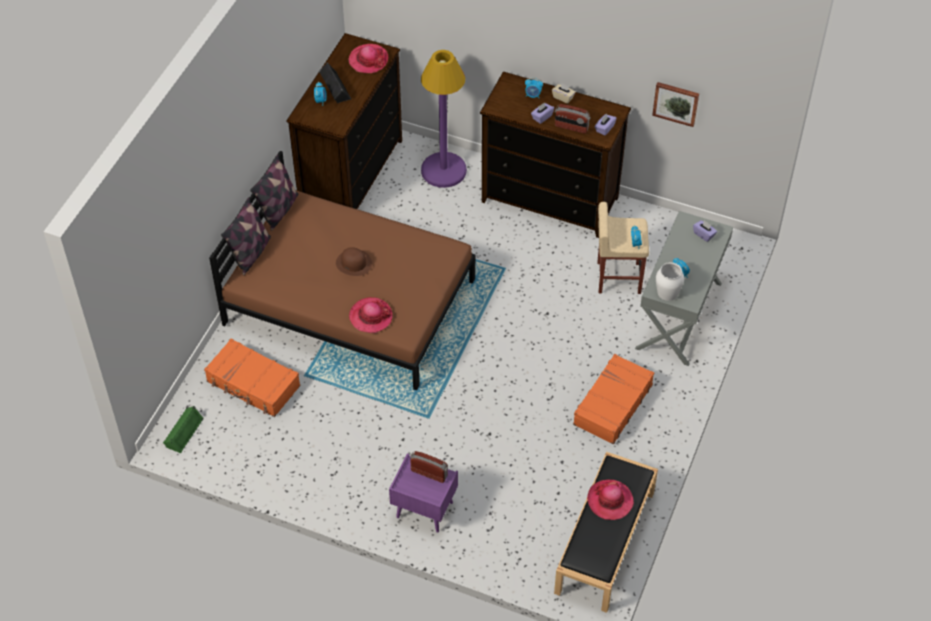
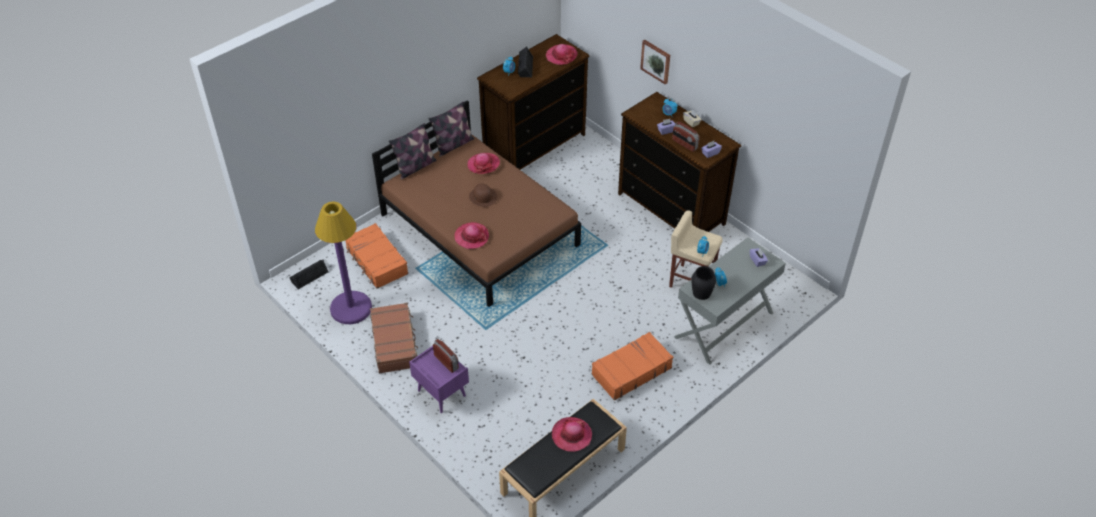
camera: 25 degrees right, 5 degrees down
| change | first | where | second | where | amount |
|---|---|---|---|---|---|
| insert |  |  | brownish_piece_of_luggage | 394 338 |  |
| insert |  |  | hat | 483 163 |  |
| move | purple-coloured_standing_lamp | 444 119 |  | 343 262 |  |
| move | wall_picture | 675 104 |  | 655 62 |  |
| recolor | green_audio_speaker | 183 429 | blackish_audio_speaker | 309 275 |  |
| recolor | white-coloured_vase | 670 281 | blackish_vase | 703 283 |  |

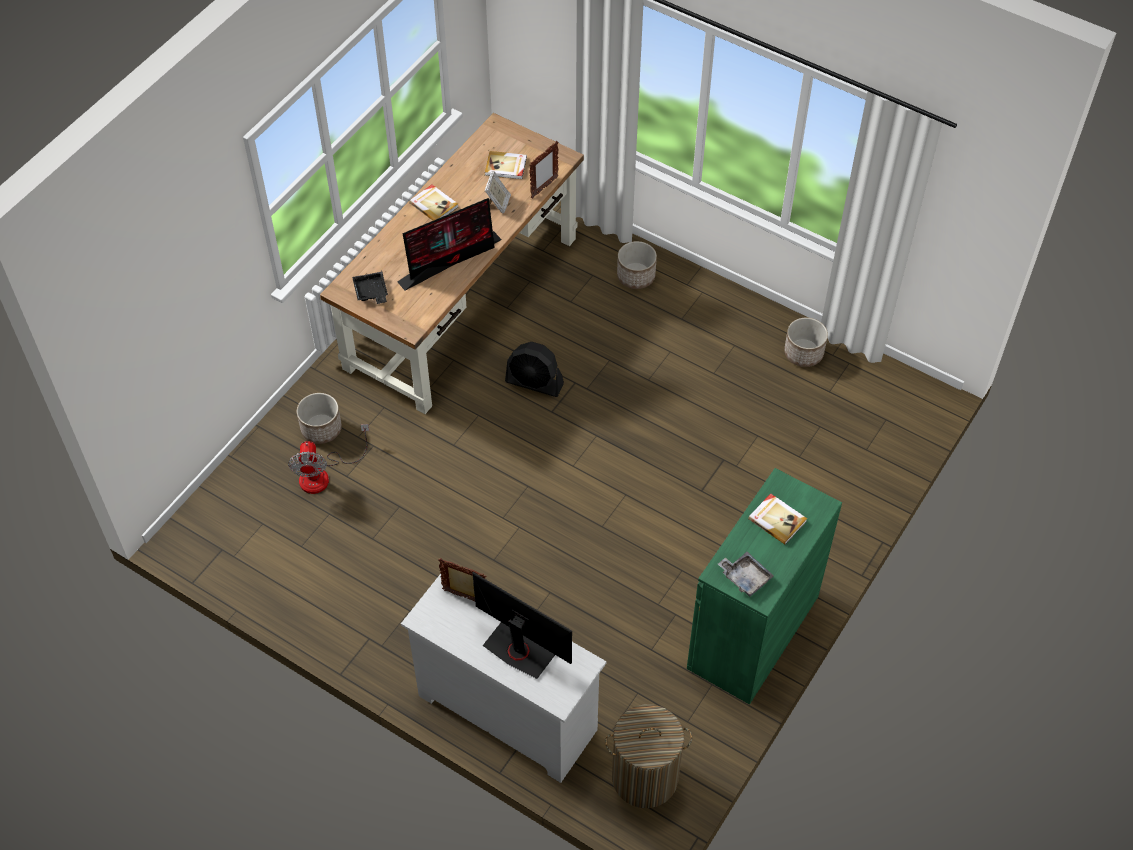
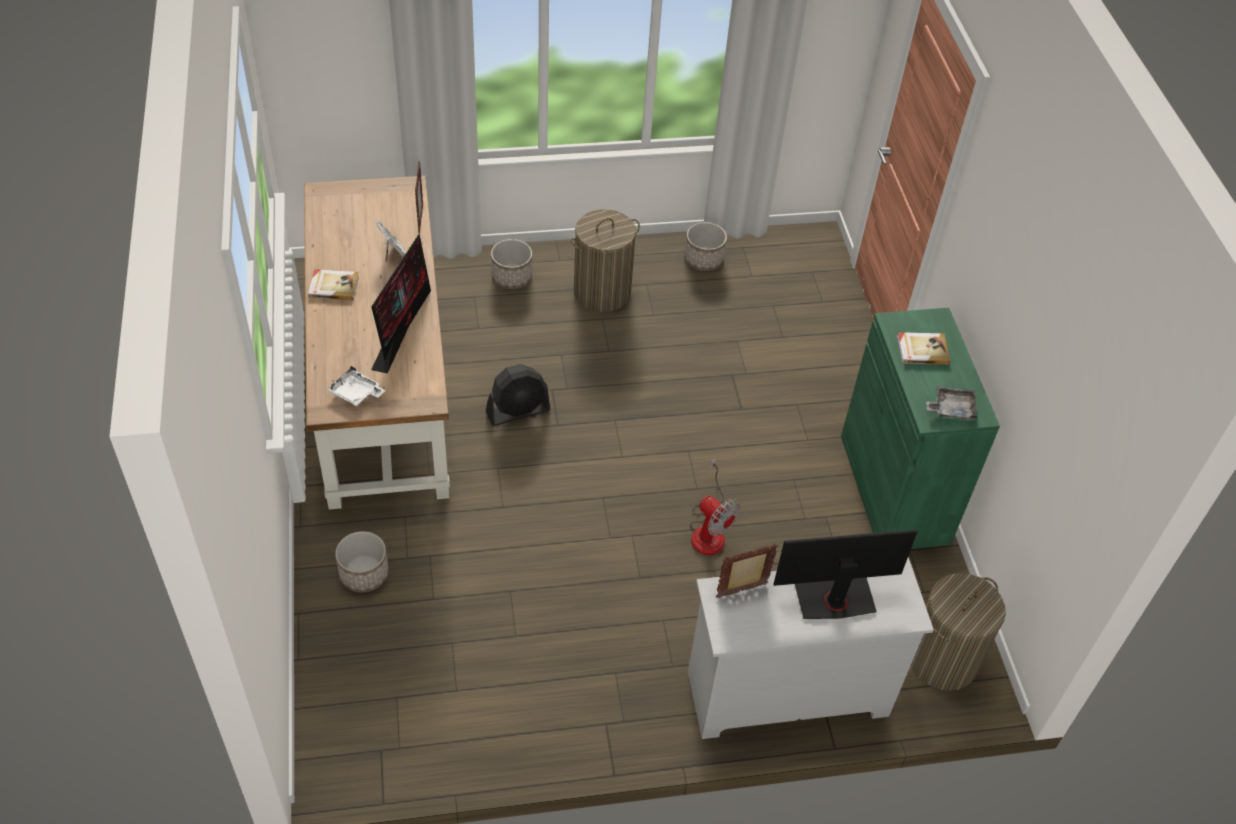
camera: 45 degrees left, 5 degrees down
| change | first | where | second | where | amount |
|---|---|---|---|---|---|
| delete | bound_book | 506 165 |  |  |  |
| insert |  |  | washing_basket | 605 260 |  |
| move | fan | 328 459 |  | 714 506 |  |
| recolor | blackish_tray | 370 287 | white-coloured_tray | 356 385 |  |

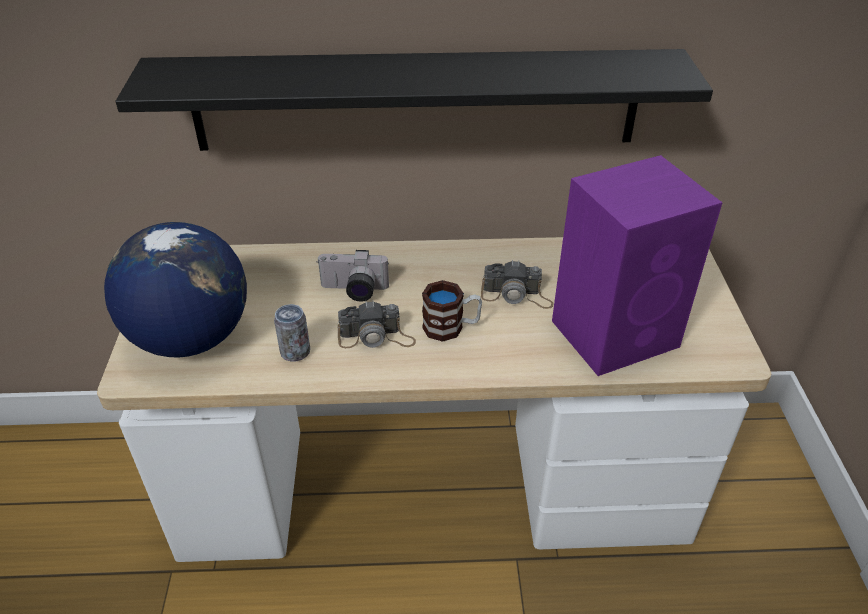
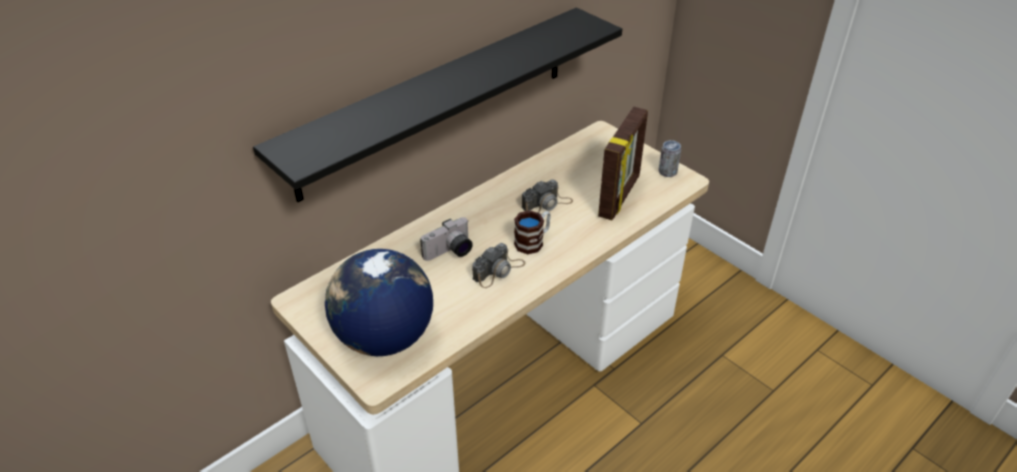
camera: 40 degrees left, 0 degrees up
| change | first | where | second | where | amount |
|---|---|---|---|---|---|
| move | sealed_can | 292 332 |  | 669 158 |  |
| replace | purple-coloured_audio_speaker | 637 265 | standing_frame | 623 163 |  |

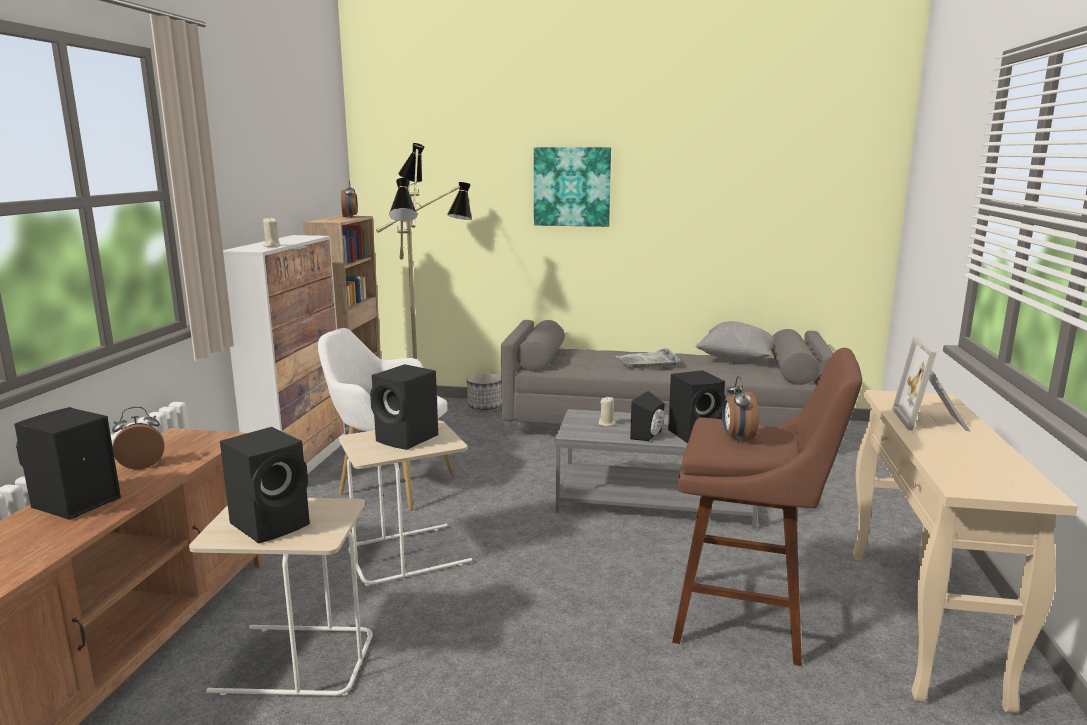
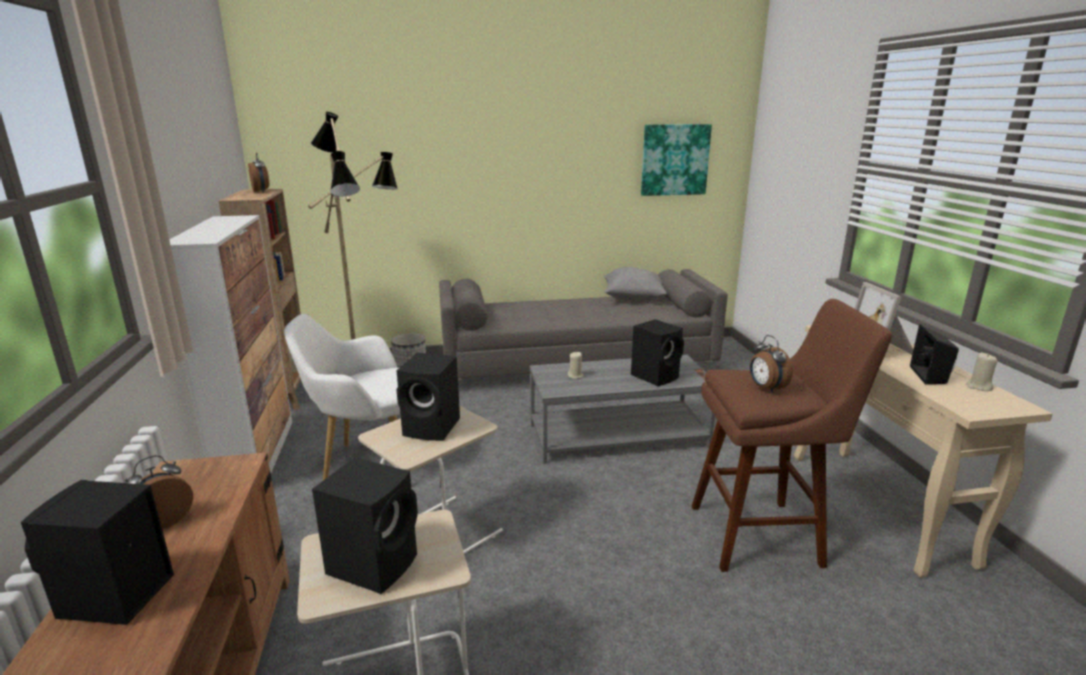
camera: 20 degrees left, 5 degrees up
| change | first | where | second | where | amount |
|---|---|---|---|---|---|
| delete | greyish_tray | 647 358 |  |  |  |
| move | beige_wax_light | 272 232 |  | 982 372 |  |
| move | wall_picture | 572 187 |  | 676 160 |  |
| move | blackish_audio_speaker | 647 416 |  | 934 354 |  |

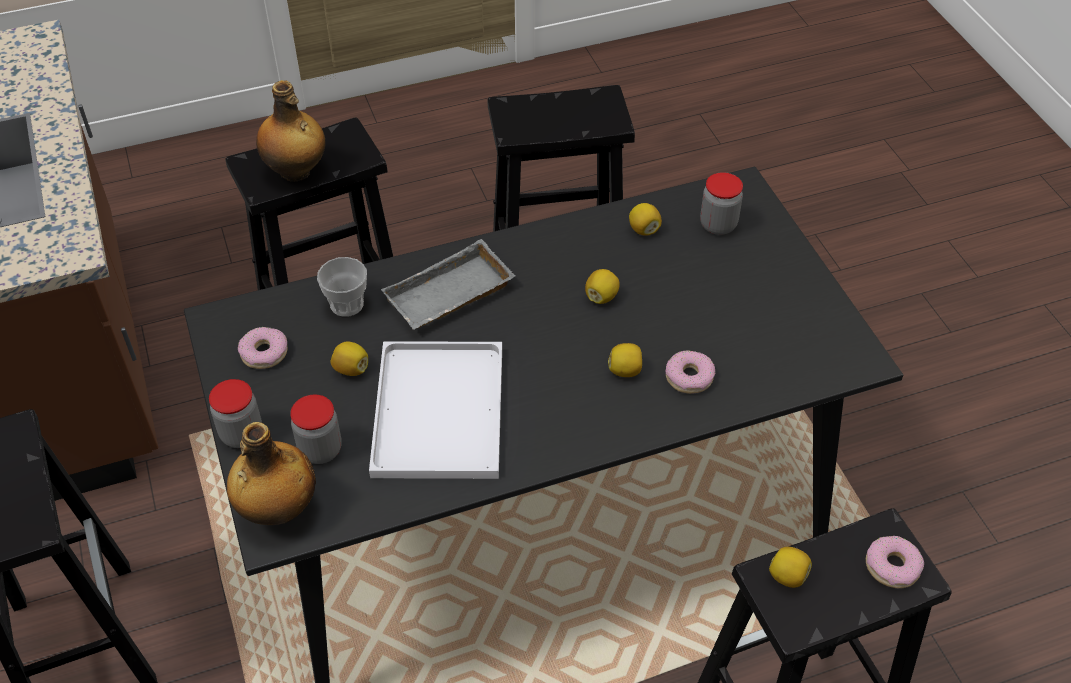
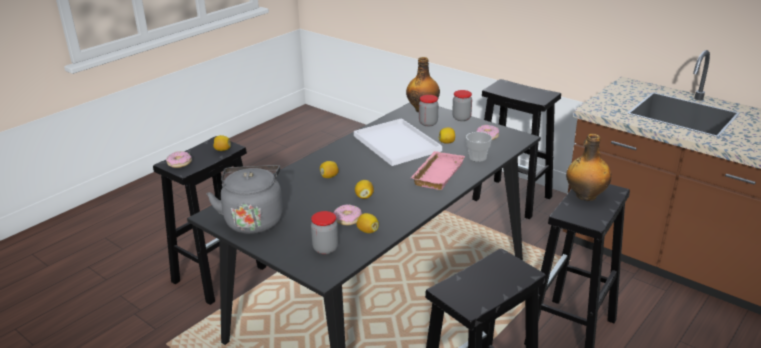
camera: 150 degrees right, 20 degrees down
| change | first | where | second | where | amount |
|---|---|---|---|---|---|
| insert |  |  | greyish_kettle | 245 199 |  |
| move | donut | 690 372 |  | 347 214 |  |
| recolor | greyish_tray | 448 284 | pink-coloured_tray | 438 170 |  |

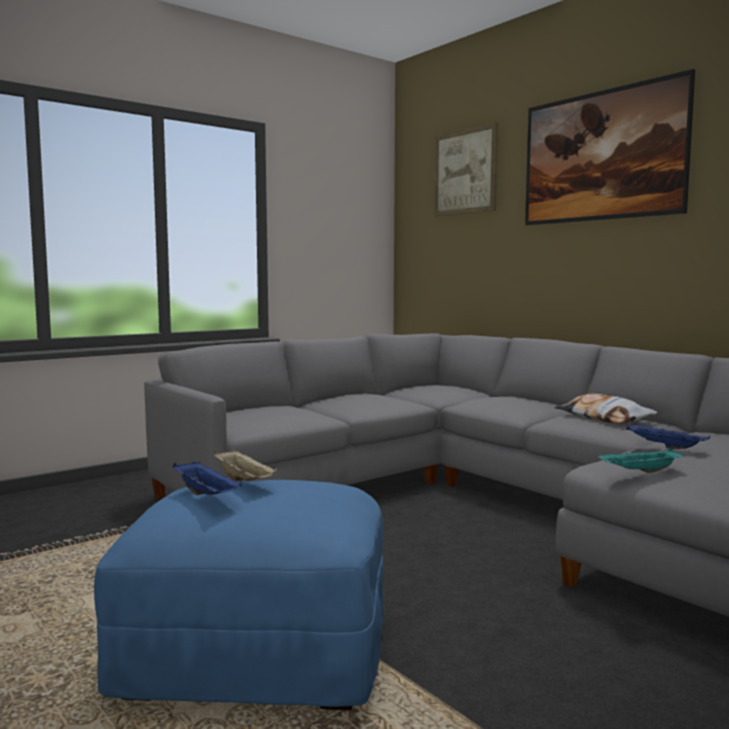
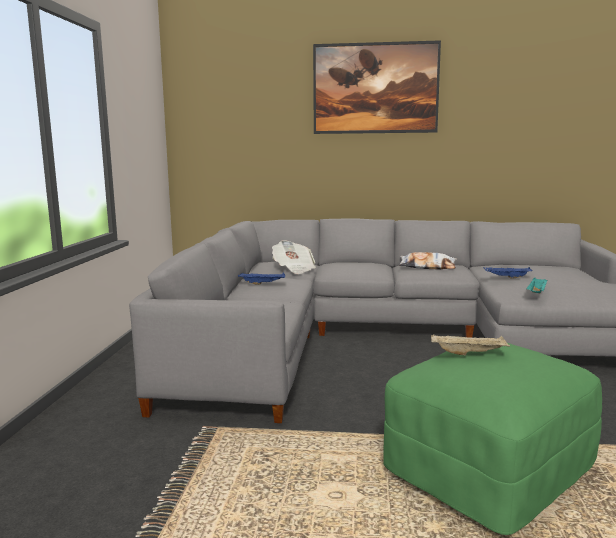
camera: 45 degrees left, 5 degrees up
| change | first | where | second | where | amount |
|---|---|---|---|---|---|
| delete | wall_picture | 466 169 |  |  |  |
| insert |  |  | printed_paper | 294 257 |  |
| move | blue-coloured_tray | 207 478 |  | 261 279 |  |
| recolor | blue-coloured_ottoman | 239 595 | green_ottoman | 492 439 |  |

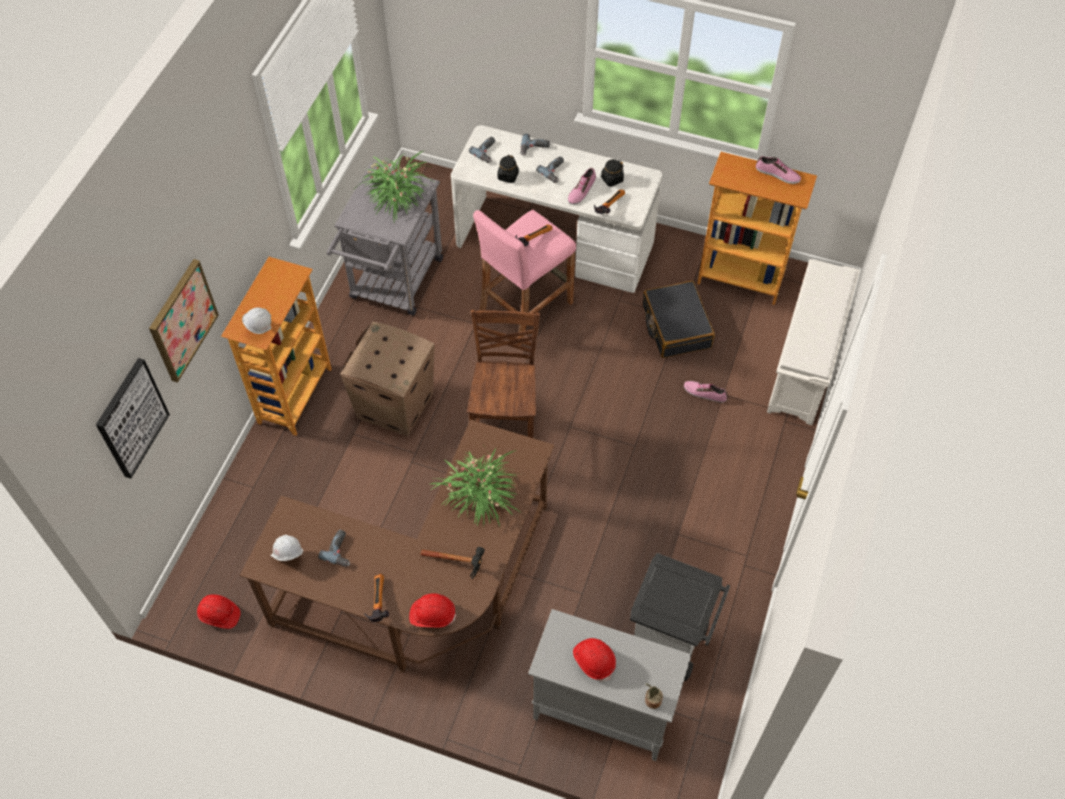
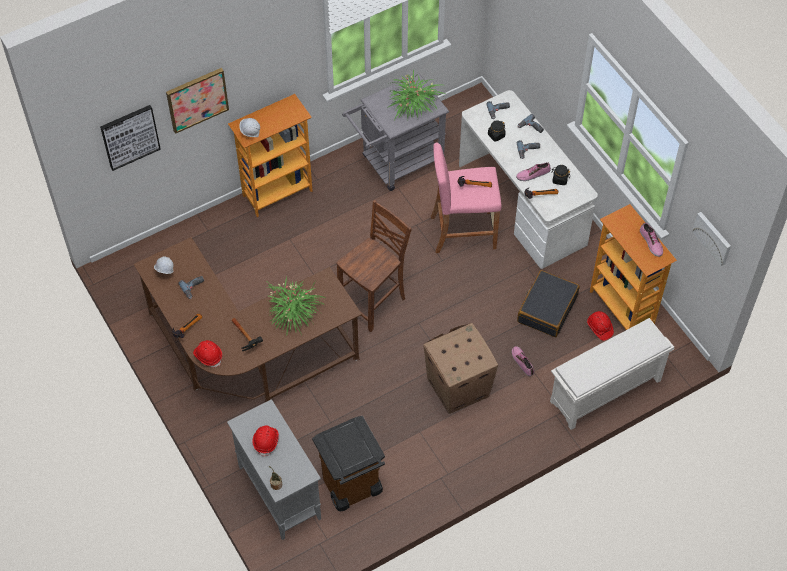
camera: 40 degrees right, 0 degrees up
| change | first | where | second | where | amount |
|---|---|---|---|---|---|
| insert |  |  | wall_picture | 711 239 |  |
| move | red_hard_hat | 218 611 |  | 600 325 |  |
| move | packing_box | 387 378 |  | 460 368 |  |
| recolor | greyish_waste_bin | 680 617 | brownish_waste_bin | 348 464 |  |

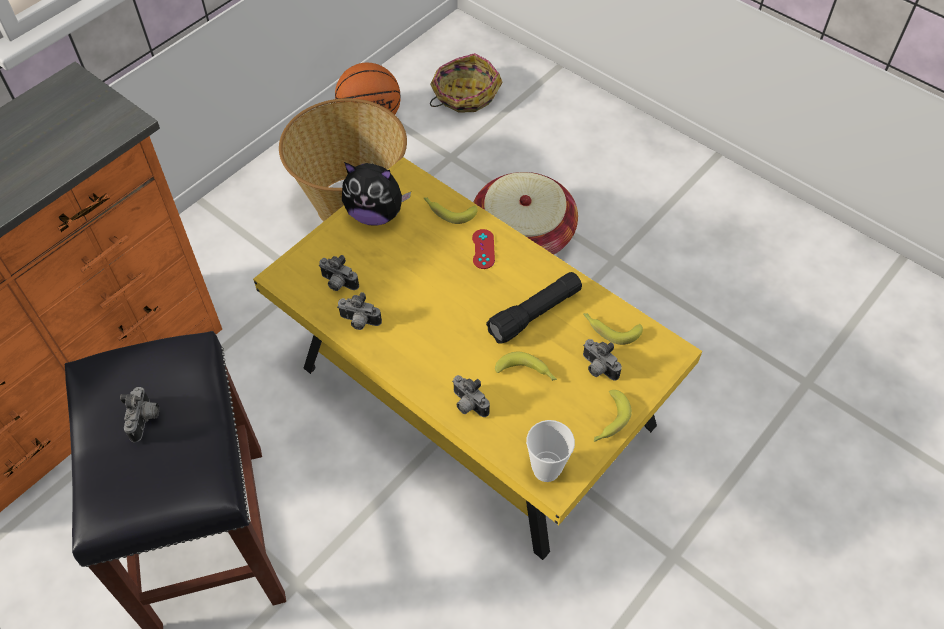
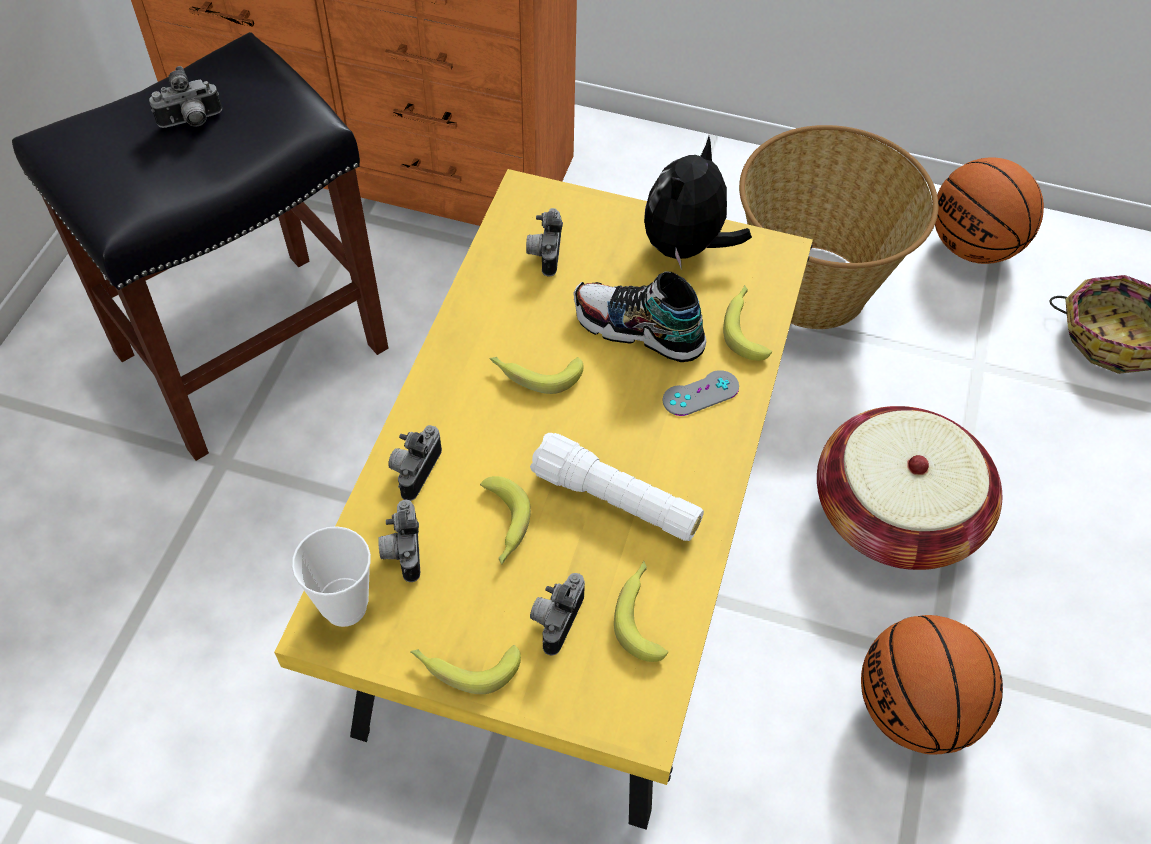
camera: 65 degrees right, 0 degrees up
| change | first | where | second | where | amount |
|---|---|---|---|---|---|
| insert |  |  | whole_banana | 536 375 |  |
| insert |  |  | item_of_footwear | 639 317 |  |
| insert |  |  | ball_for_basketball | 932 685 |  |
| move | photo_camera | 359 311 |  | 399 541 |  |
| recolor | red_joypad | 483 249 | greyish_joypad | 701 393 |  |
| recolor | blackish_torch | 534 308 | white-coloured_torch | 617 487 |  |
| rotate | soft_toy | 376 194 |  | 698 203 | 45 degrees clockwise |

